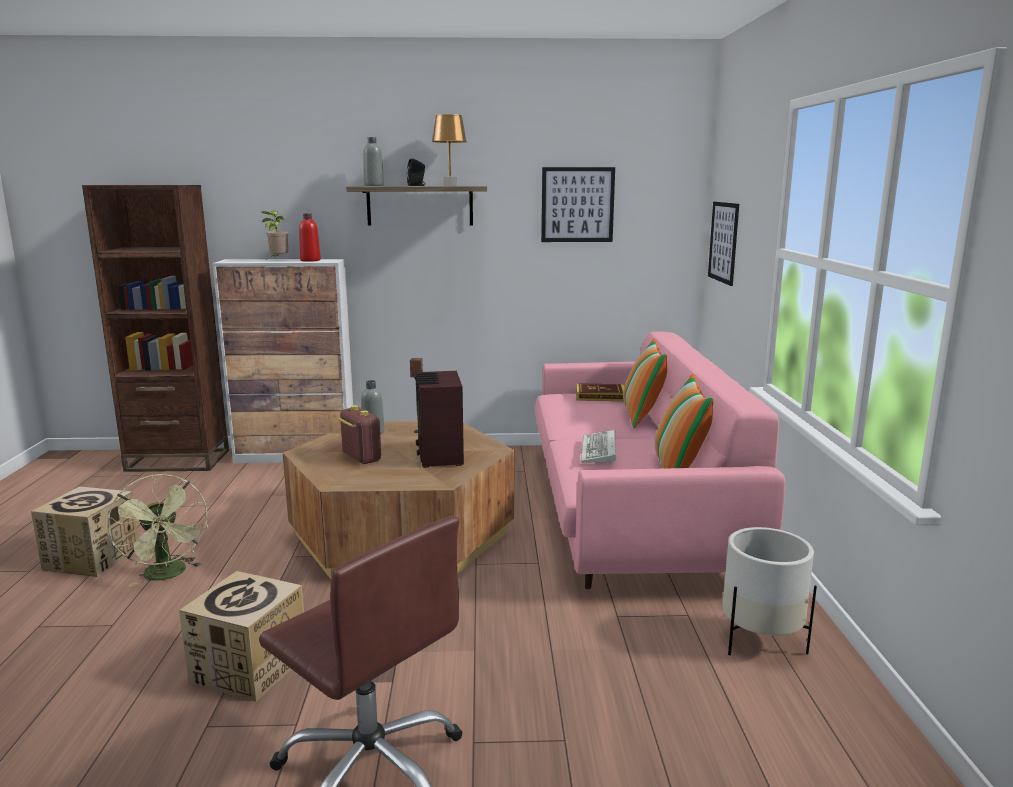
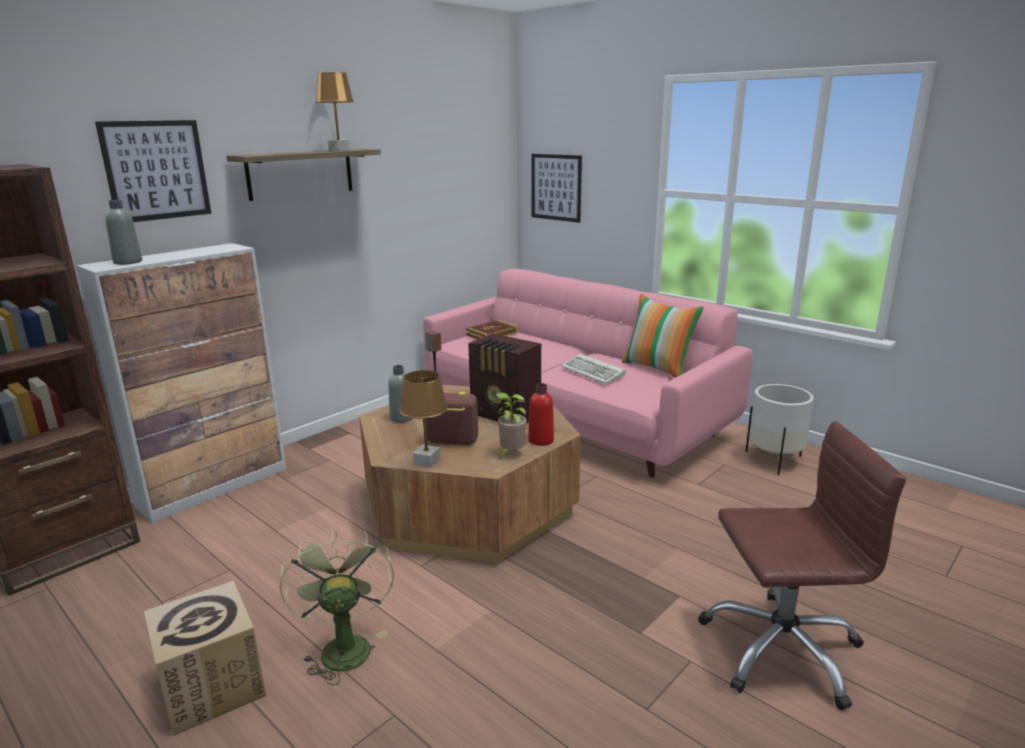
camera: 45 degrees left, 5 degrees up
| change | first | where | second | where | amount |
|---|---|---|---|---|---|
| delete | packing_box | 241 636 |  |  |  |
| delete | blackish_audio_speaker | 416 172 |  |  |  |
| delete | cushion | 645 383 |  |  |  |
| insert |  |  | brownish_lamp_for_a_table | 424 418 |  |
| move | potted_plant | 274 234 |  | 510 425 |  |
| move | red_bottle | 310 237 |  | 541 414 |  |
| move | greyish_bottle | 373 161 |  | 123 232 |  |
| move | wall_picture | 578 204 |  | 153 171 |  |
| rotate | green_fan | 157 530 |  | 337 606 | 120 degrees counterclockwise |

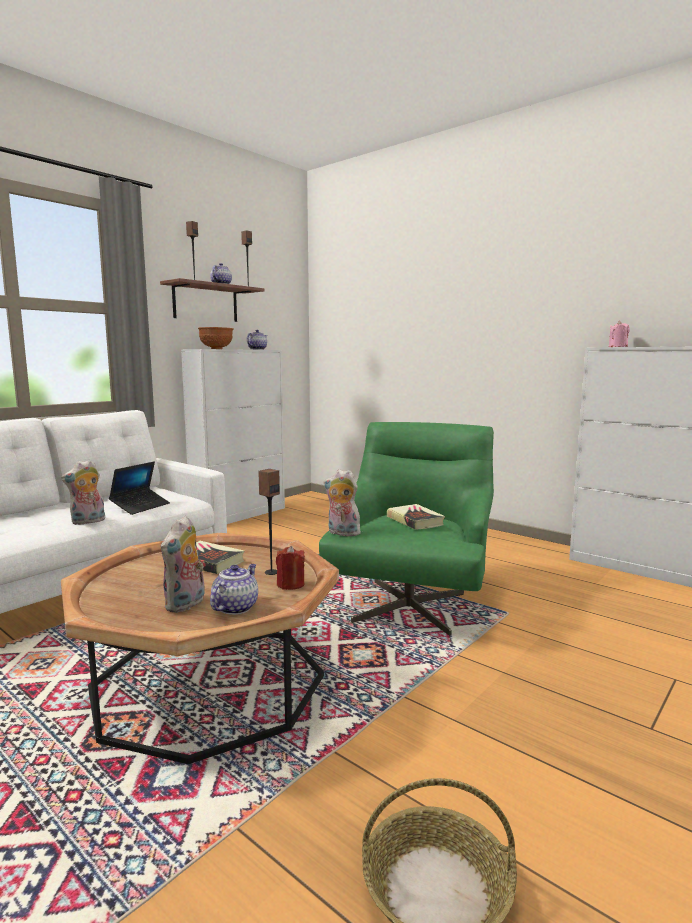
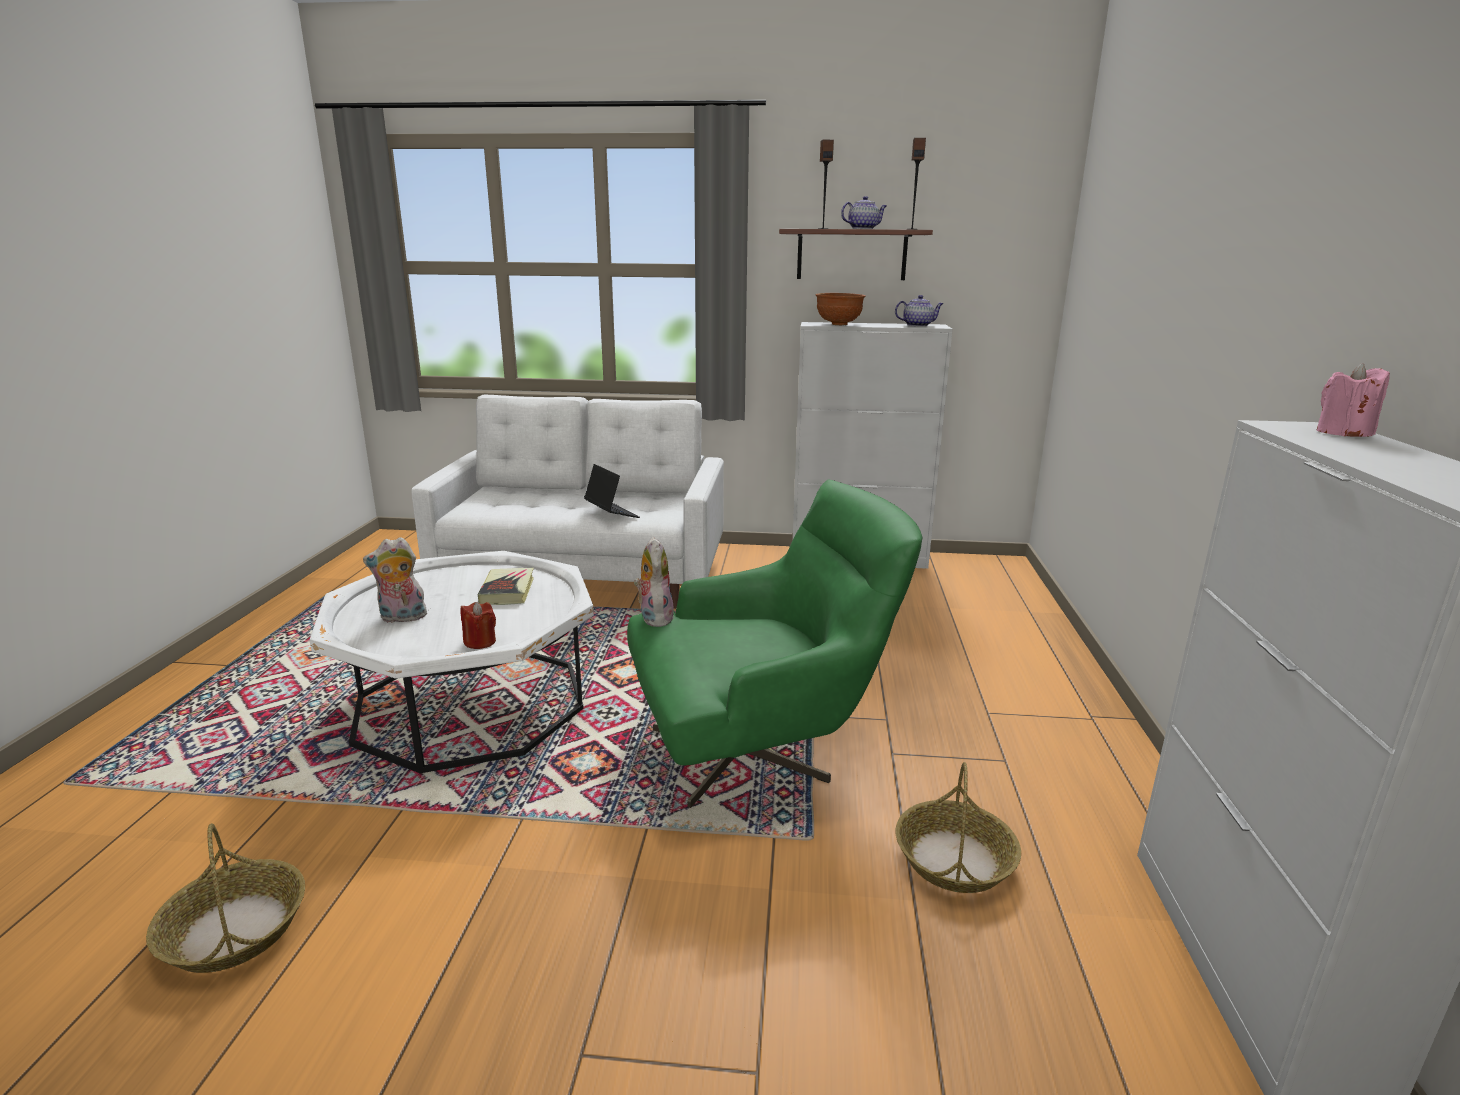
camera: 55 degrees right, 10 degrees up
| change | first | where | second | where | amount |
|---|---|---|---|---|---|
| delete | soft_toy | 83 492 |  |  |  |
| delete | teapot | 234 589 |  |  |  |
| delete | audio_speaker | 269 522 |  |  |  |
| delete | bound_book | 416 517 |  |  |  |
| insert |  |  | basket | 958 827 |  |
| recolor | brownish_coffee_table | 200 648 | white-coloured_coffee_table | 452 662 |  |
| rotate | portable_computer | 139 488 |  | 612 491 | 120 degrees counterclockwise |

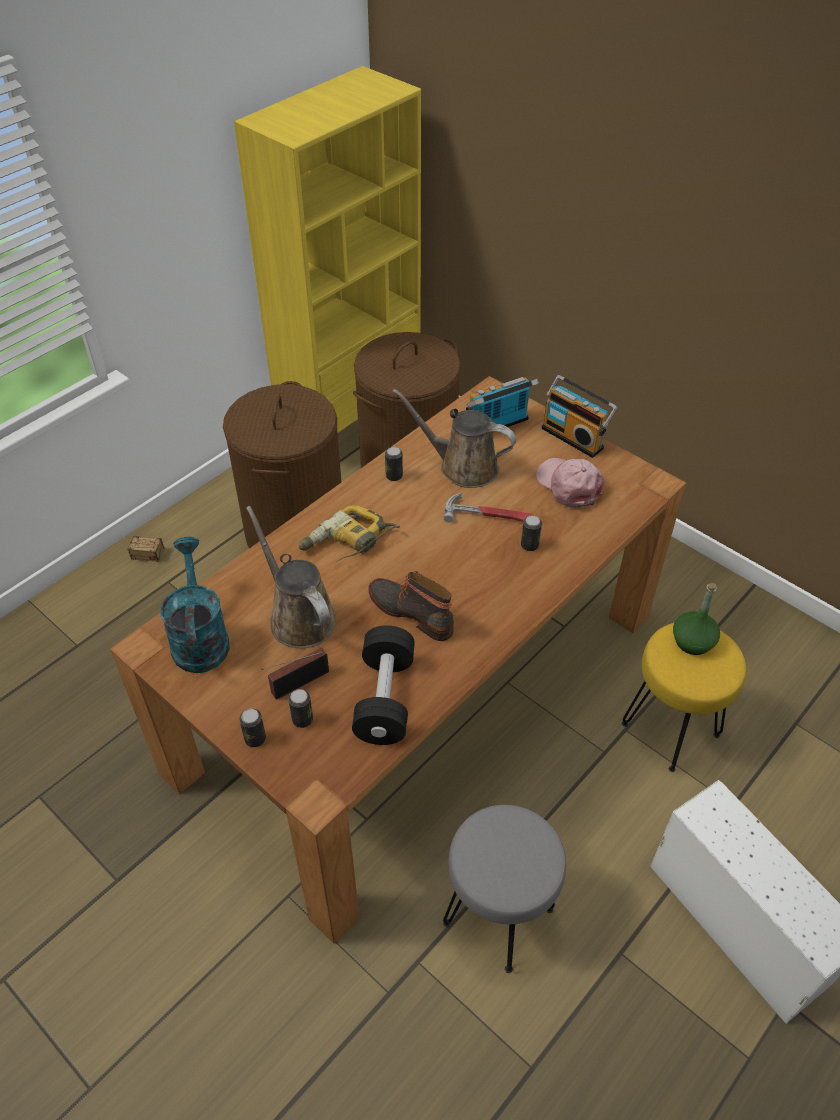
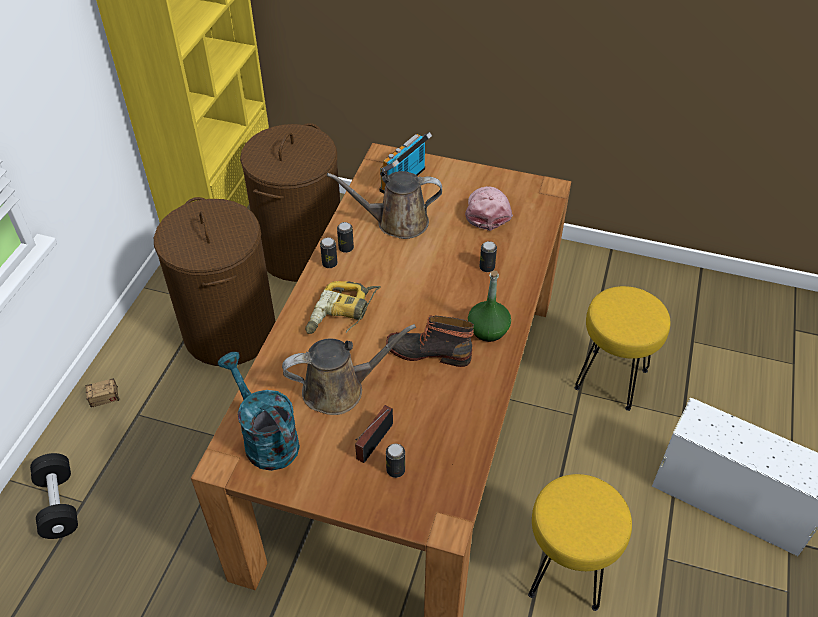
camera: 25 degrees left, 0 degrees up
| change | first | where | second | where | amount |
|---|---|---|---|---|---|
| delete | hammer | 489 507 |  |  |  |
| delete | radio_set | 579 416 |  |  |  |
| move | sealed_can | 252 727 |  | 328 252 |  |
| move | blackish_dumbbell | 383 685 |  | 54 496 |  |
| move | green_bottle | 696 619 |  | 489 306 |  |
| recolor | greyish_stool_seat | 504 889 | yellow-coloured_stool_seat | 580 542 |  |
| rotate | brownish_sprinkling_can | 291 577 |  | 349 369 | 135 degrees clockwise |
| rotate | pink-coloured_baseball_cap | 570 483 |  | 489 208 | 60 degrees clockwise |

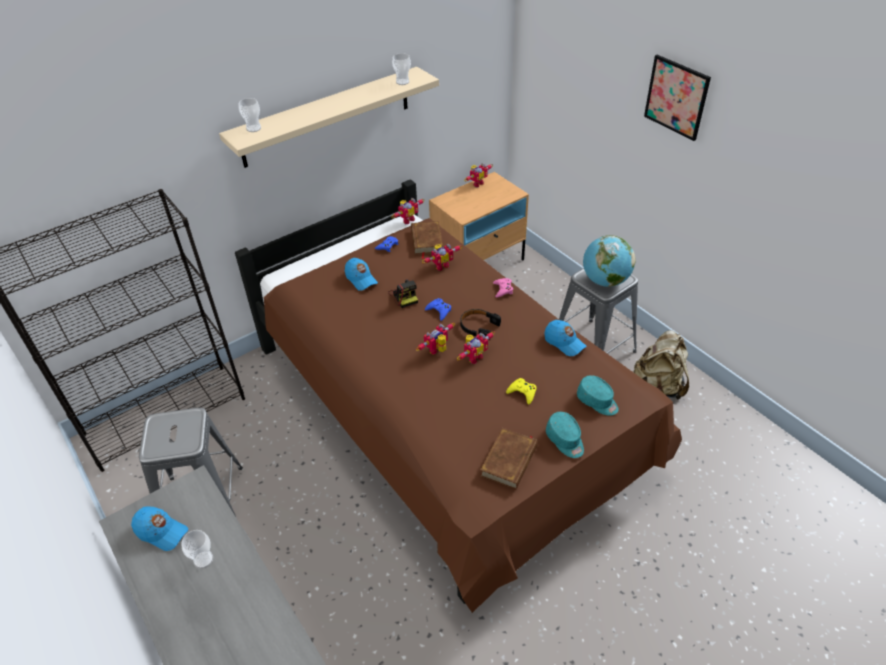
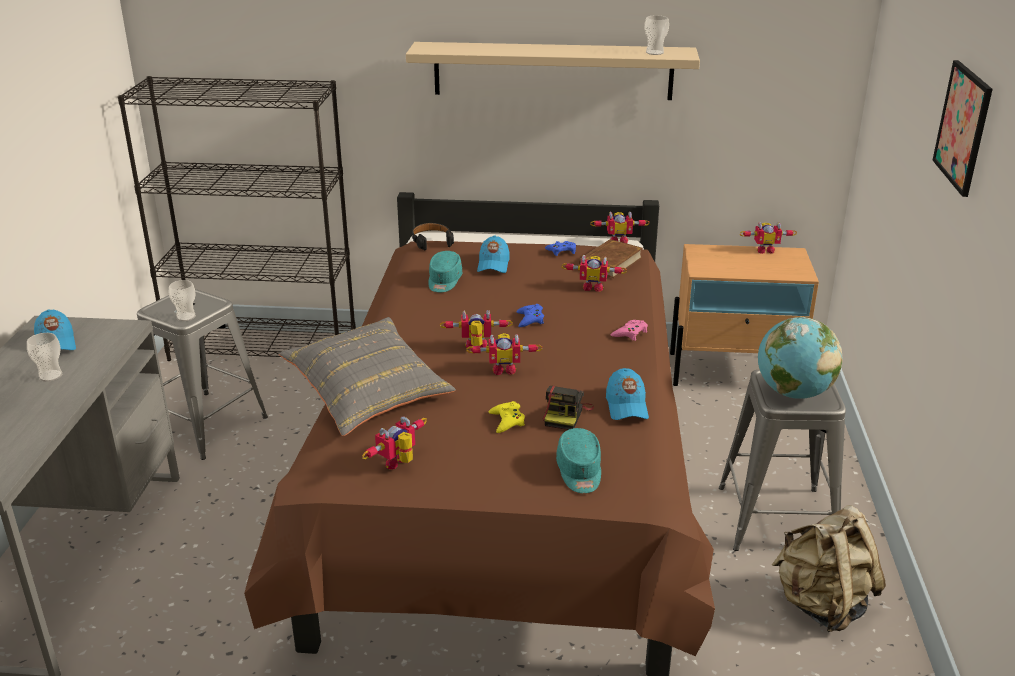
camera: 40 degrees right, 15 degrees down
| change | first | where | second | where | amount |
|---|---|---|---|---|---|
| insert |  |  | greyish_cushion | 367 376 |  |
| move | drinking_cup | 250 115 |  | 182 300 |  |
| move | photo_camera | 403 293 |  | 568 408 |  |
| move | blackish_headphones | 480 324 |  | 433 236 |  |
| move | turquoise-coloured_baseball_cap | 565 435 |  | 445 271 |  |
| replace | brownish_bound_book | 509 459 | toy_robot | 394 443 |  |

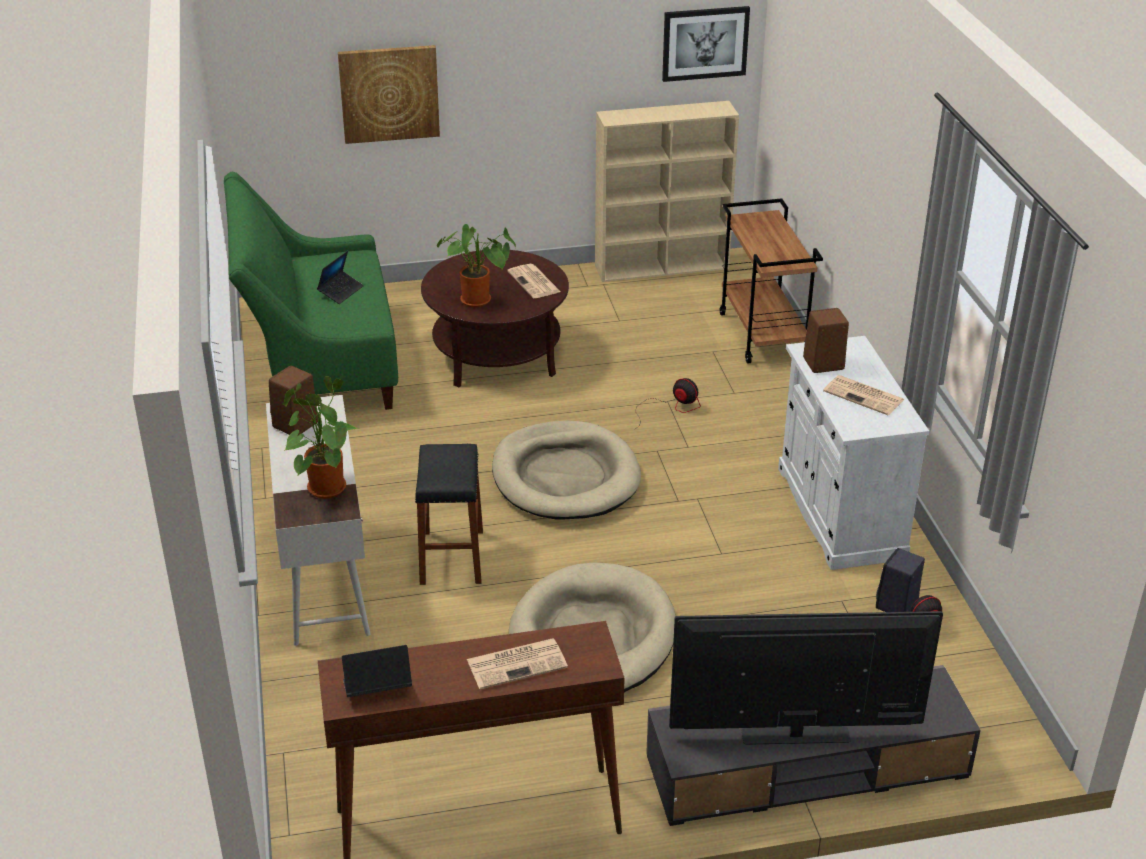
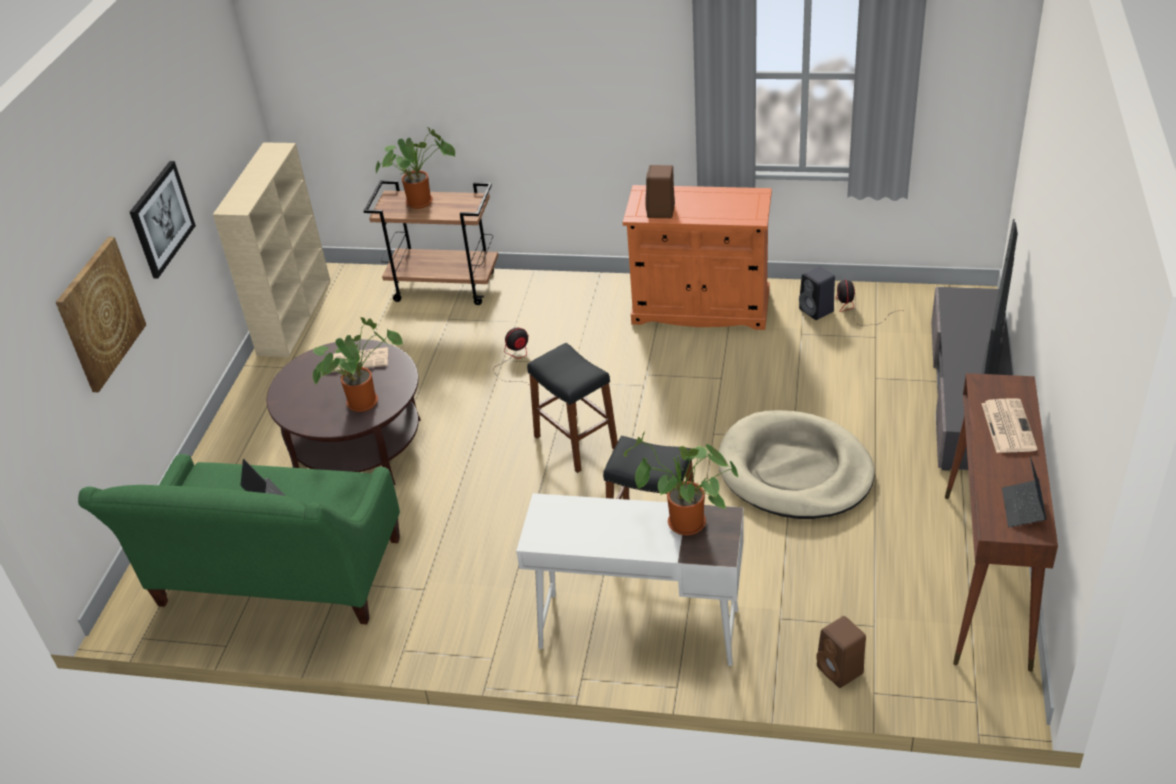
camera: 65 degrees left, 5 degrees up
| change | first | where | second | where | amount |
|---|---|---|---|---|---|
| delete | printed_paper | 864 395 |  |  |  |
| insert |  |  | potted_plant | 415 168 |  |
| move | brownish_audio_speaker | 293 400 |  | 841 652 |  |
| move | wall_picture | 706 44 |  | 163 220 |  |
| replace | beige_dog_cushion | 566 470 | blackish_stool_seat | 572 408 |  |
| recolor | white-coloured_cabinet | 853 453 | orange-coloured_cabinet | 697 257 |  |

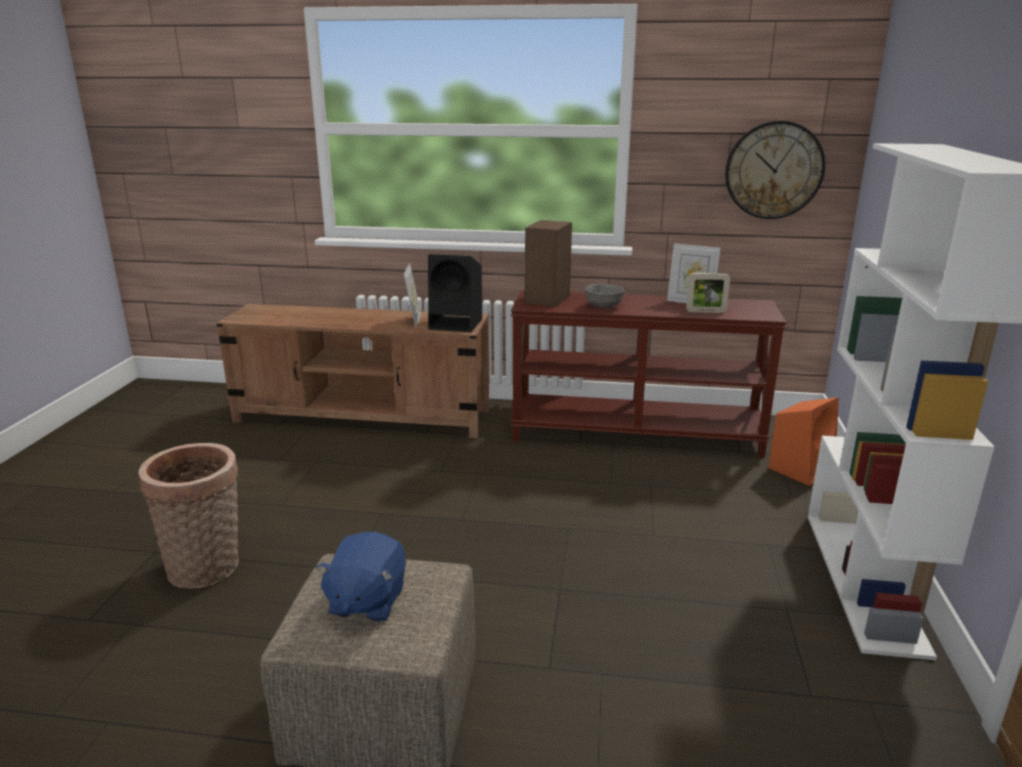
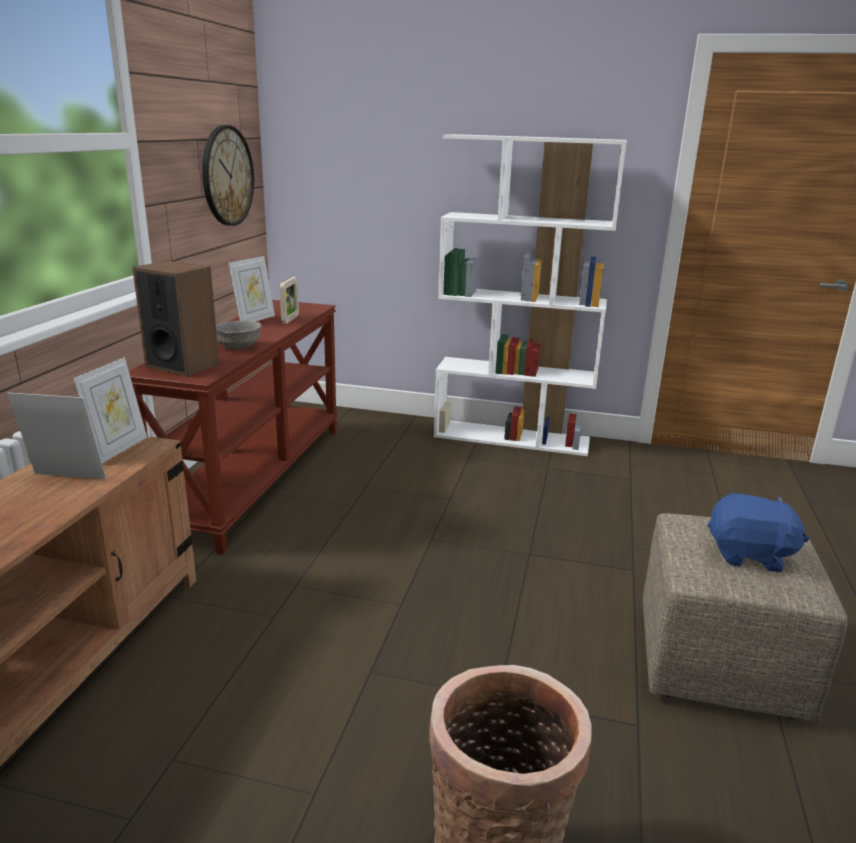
camera: 85 degrees left, 0 degrees up
| change | first | where | second | where | amount |
|---|---|---|---|---|---|
| delete | orange-coloured_audio_speaker | 803 442 |  |  |  |
| replace | blackish_audio_speaker | 455 293 | standing_frame | 110 410 |  |

